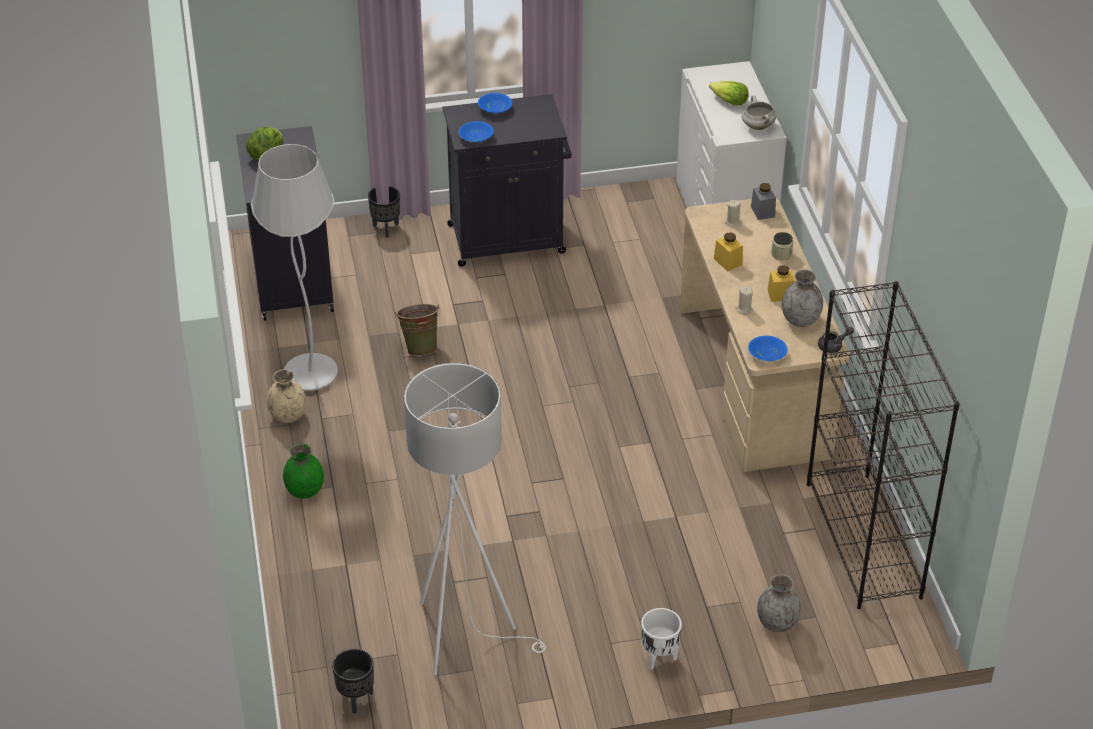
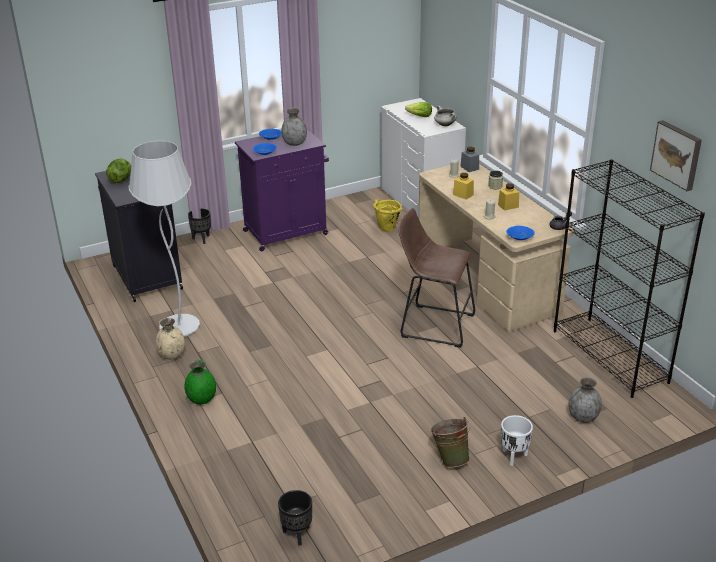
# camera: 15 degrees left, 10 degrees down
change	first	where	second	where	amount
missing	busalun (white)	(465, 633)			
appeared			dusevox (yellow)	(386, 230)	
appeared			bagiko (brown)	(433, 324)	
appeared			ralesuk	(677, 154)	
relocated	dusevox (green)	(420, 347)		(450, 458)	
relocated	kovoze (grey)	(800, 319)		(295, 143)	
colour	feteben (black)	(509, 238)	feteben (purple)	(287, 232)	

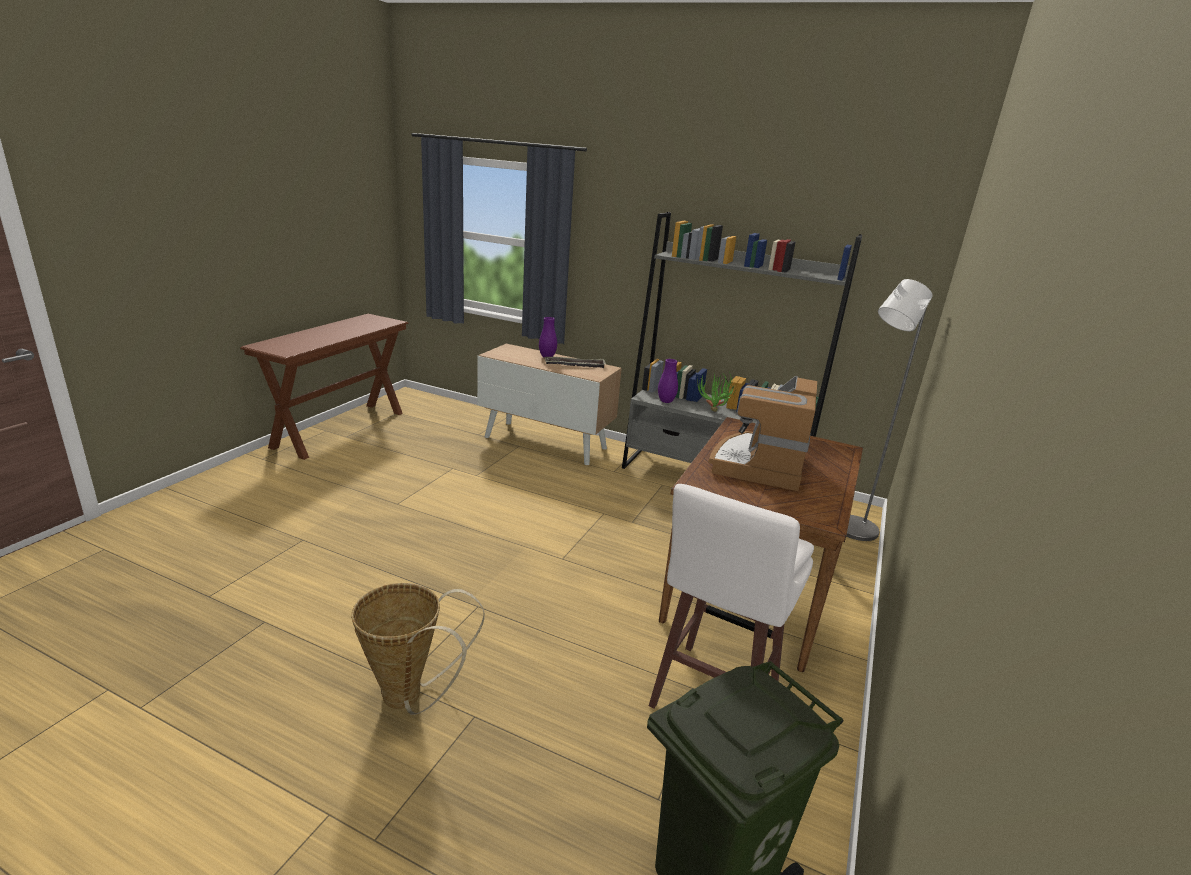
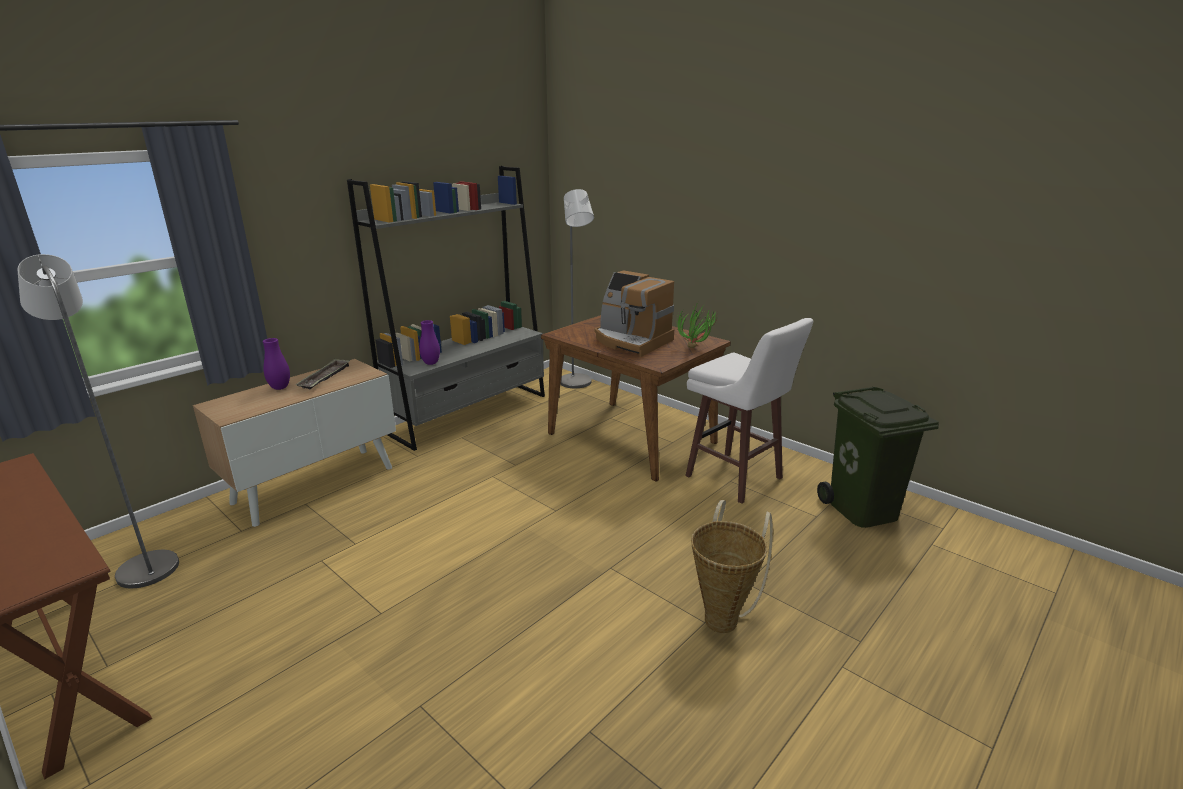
# camera: 70 degrees left, 0 degrees up
change	first	where	second	where	amount
appeared			busalun (grey)	(145, 565)	
relocated	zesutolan	(713, 413)		(696, 349)	

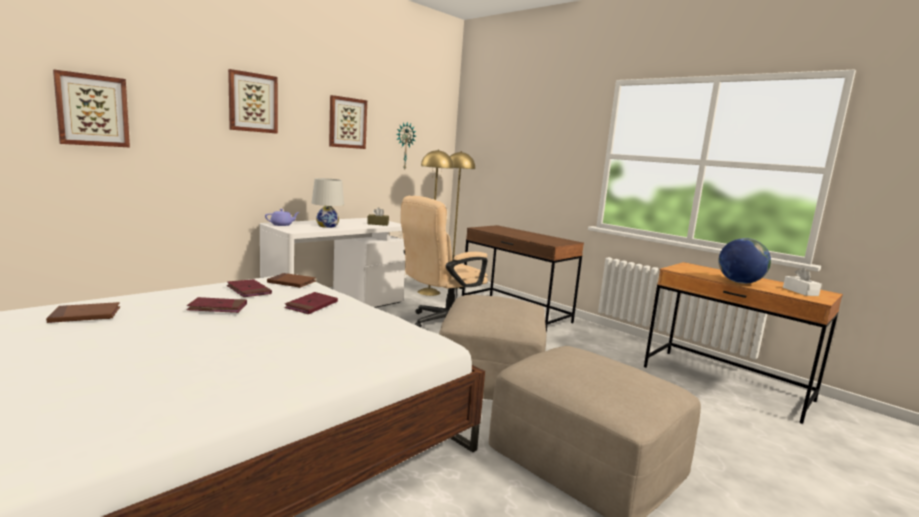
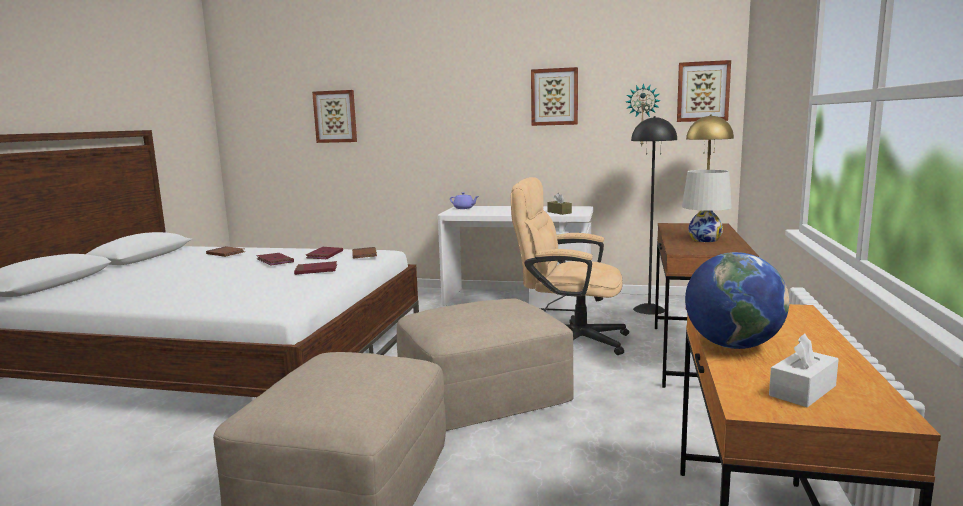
# camera: 60 degrees right, 0 degrees up
change	first	where	second	where	amount
relocated	ralesuk	(252, 102)		(703, 91)	
relocated	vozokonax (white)	(327, 226)		(705, 239)	
colour	busalun (yellow)	(428, 292)	busalun (black)	(649, 309)	

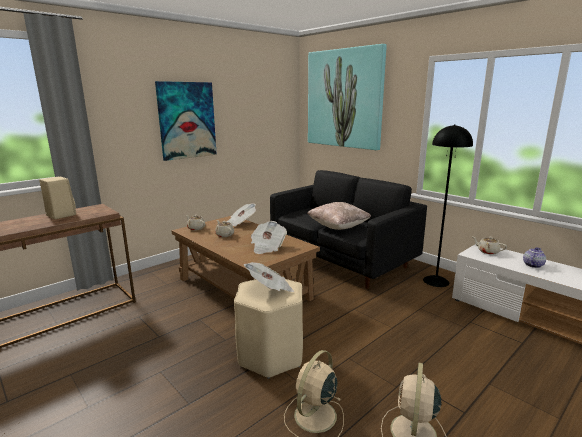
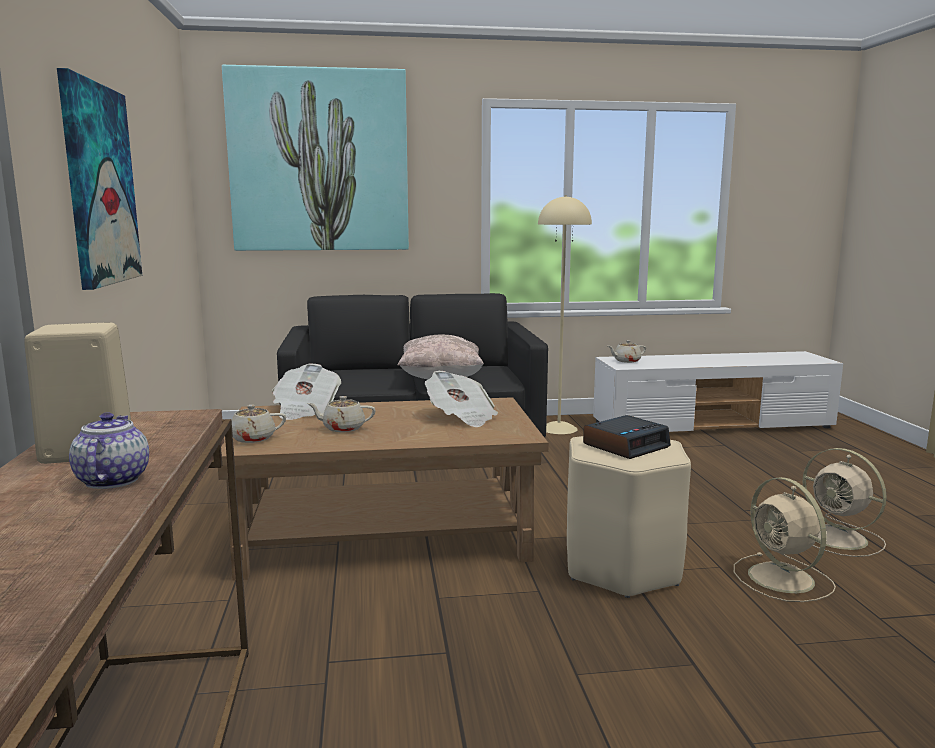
# camera: 55 degrees left, 5 degrees down
change	first	where	second	where	amount
relocated	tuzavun	(532, 265)		(112, 480)	
exchanged	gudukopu	(270, 289)	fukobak	(626, 445)	
colour	busalun (black)	(436, 281)	busalun (beige)	(559, 428)	

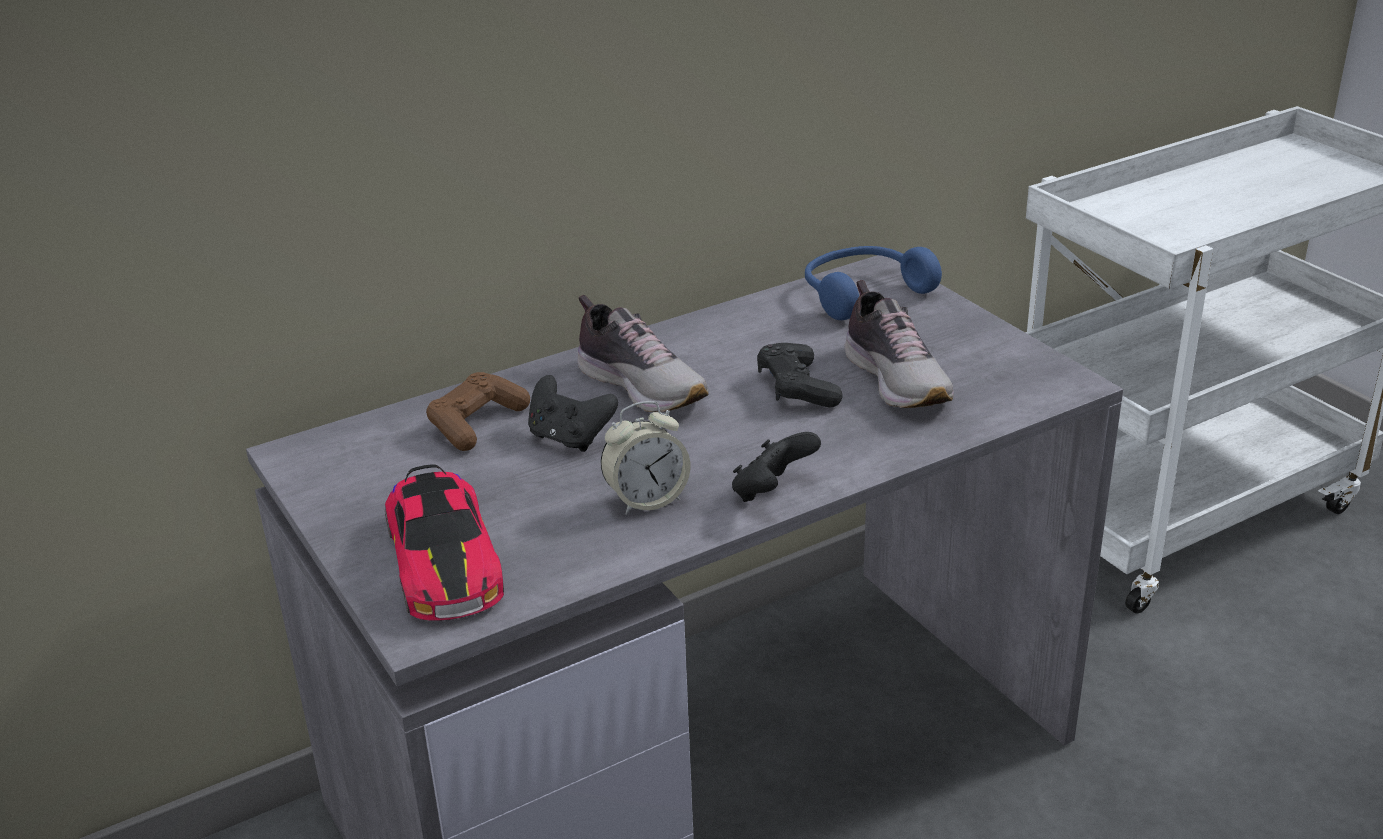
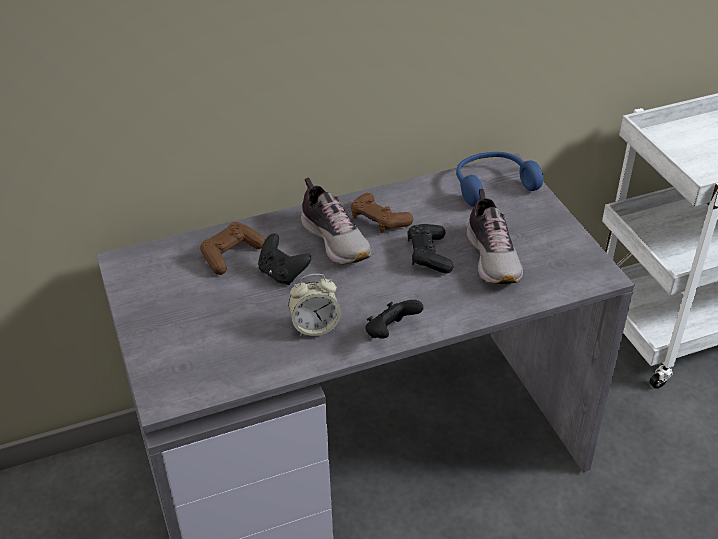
# camera: 10 degrees right, 10 degrees up
change	first	where	second	where	amount
missing	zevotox	(444, 561)			
appeared			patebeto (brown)	(379, 220)	

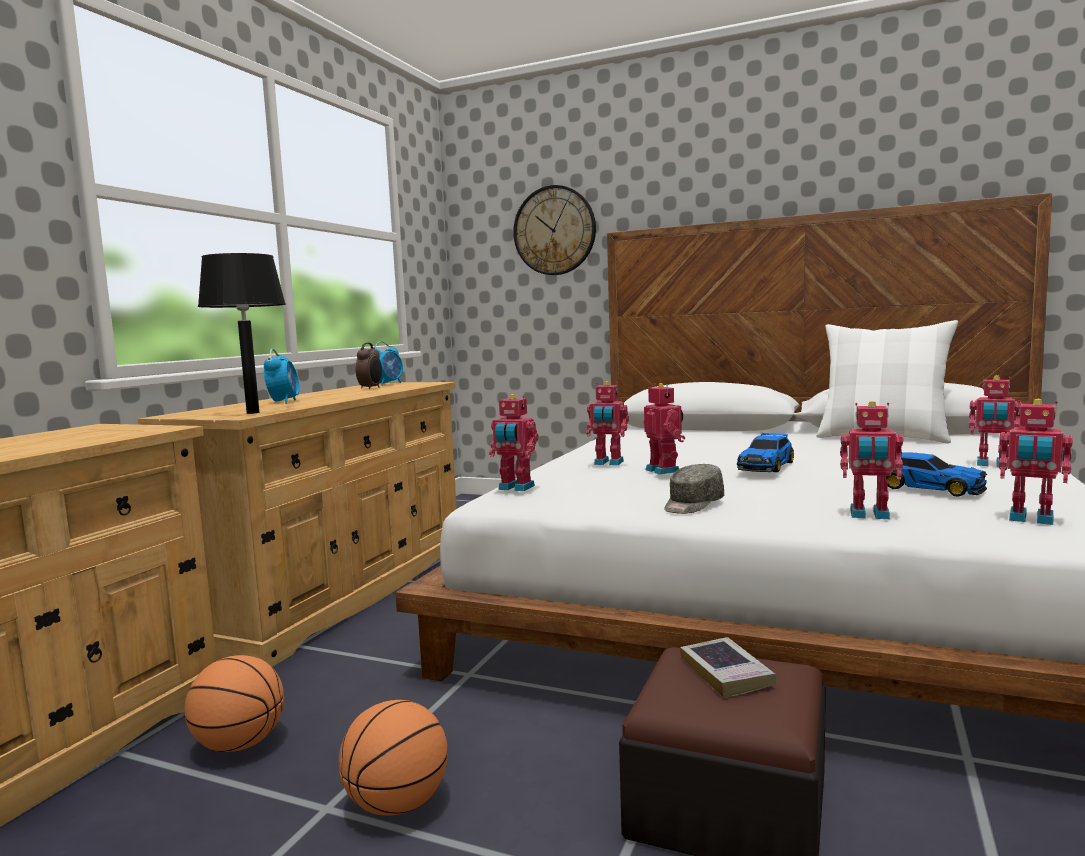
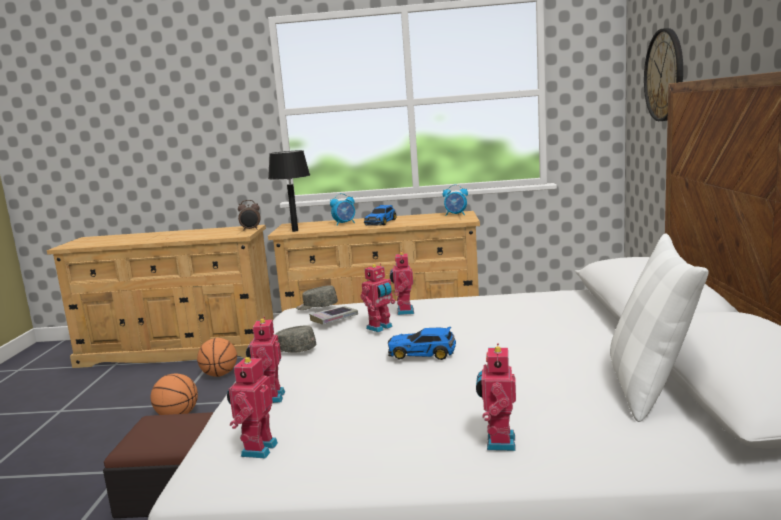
# camera: 70 degrees right, 5 degrees up
change	first	where	second	where	amount
relocated	fukobak	(371, 388)		(251, 229)	
relocated	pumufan	(726, 673)		(334, 319)	
relocated	zevotox	(930, 488)		(381, 222)	
exchanged	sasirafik	(515, 488)	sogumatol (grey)	(317, 307)	

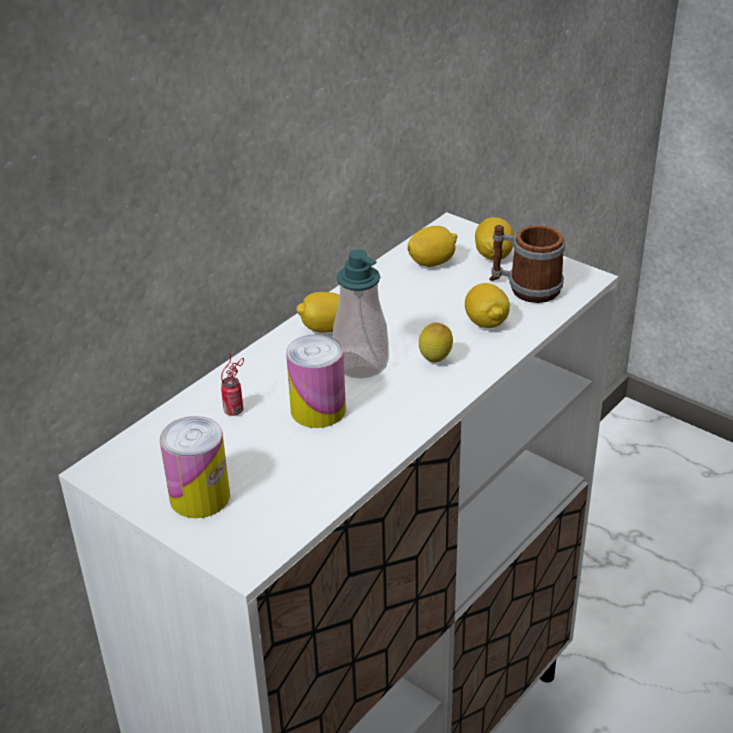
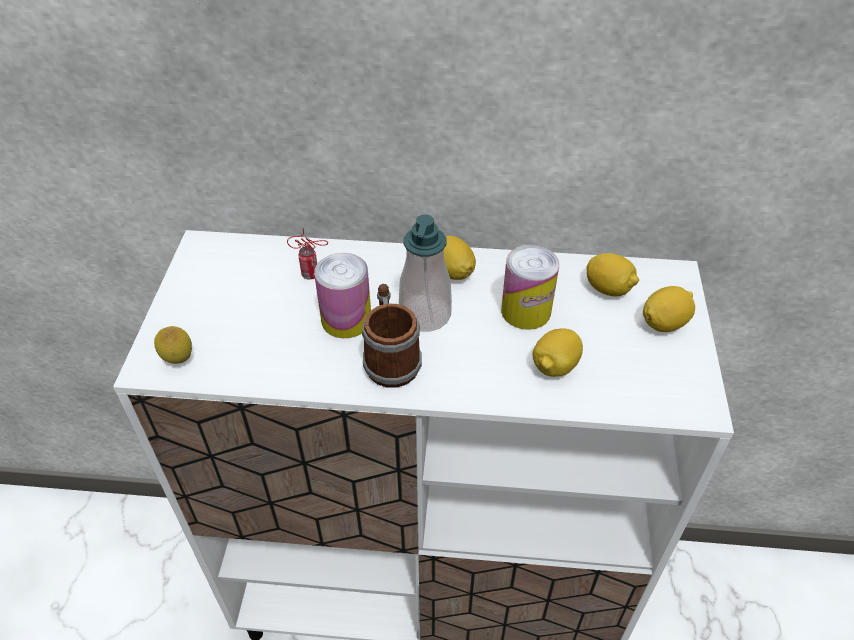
# camera: 55 degrees right, 10 degrees up
change	first	where	second	where	amount
relocated	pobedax	(200, 497)		(526, 311)	
relocated	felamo	(435, 361)		(179, 361)	
relocated	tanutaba	(525, 288)		(391, 359)	

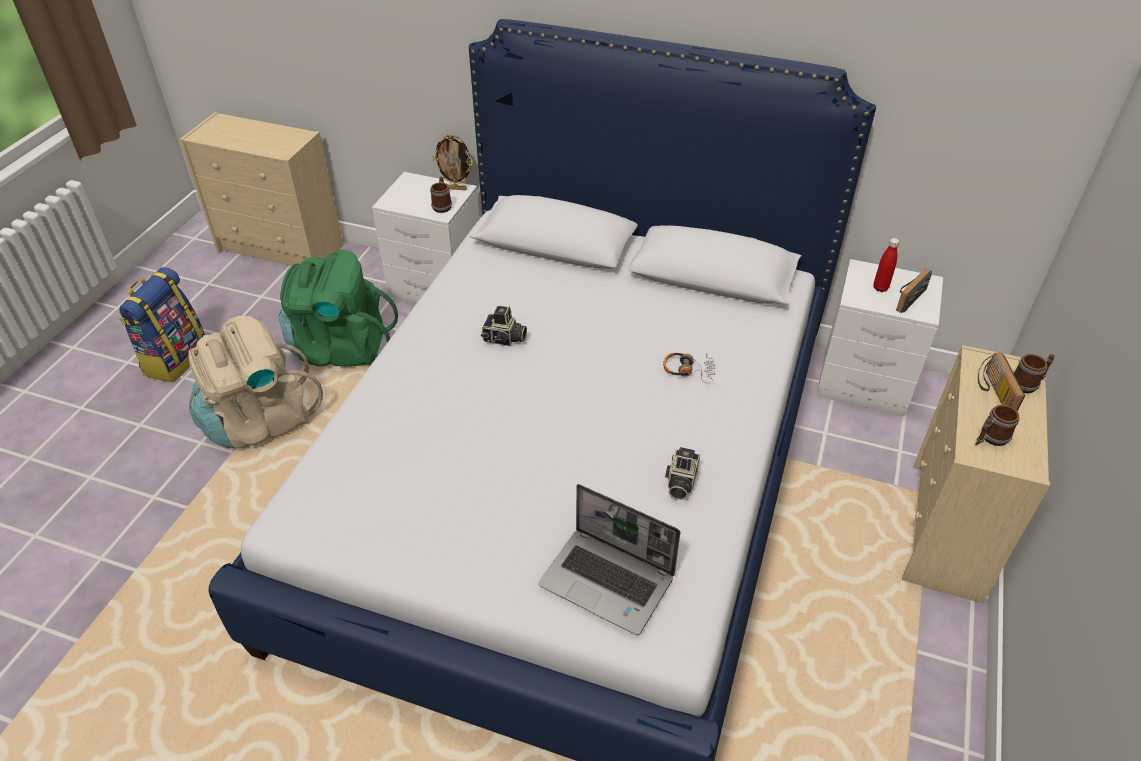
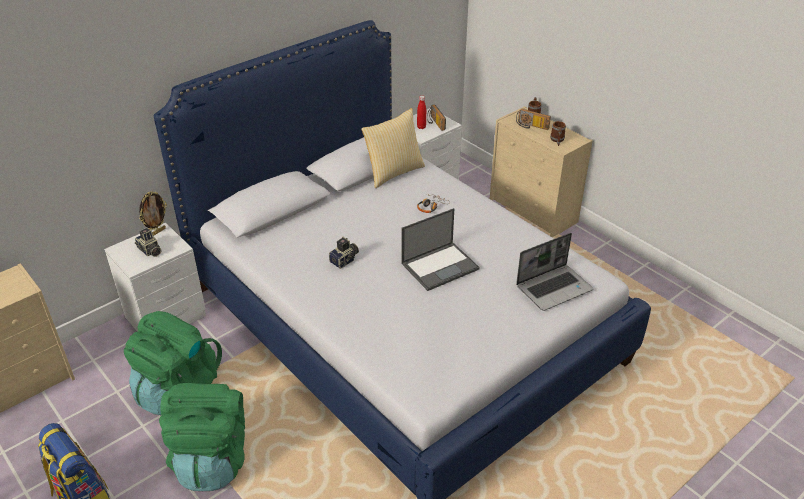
# camera: 60 degrees left, 5 degrees down
change	first	where	second	where	amount
missing	tanutaba	(442, 205)			
appeared			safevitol	(393, 172)	
appeared			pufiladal	(440, 266)	
relocated	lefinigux	(680, 482)		(149, 251)	
colour	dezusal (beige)	(260, 421)	dezusal (green)	(212, 459)	

